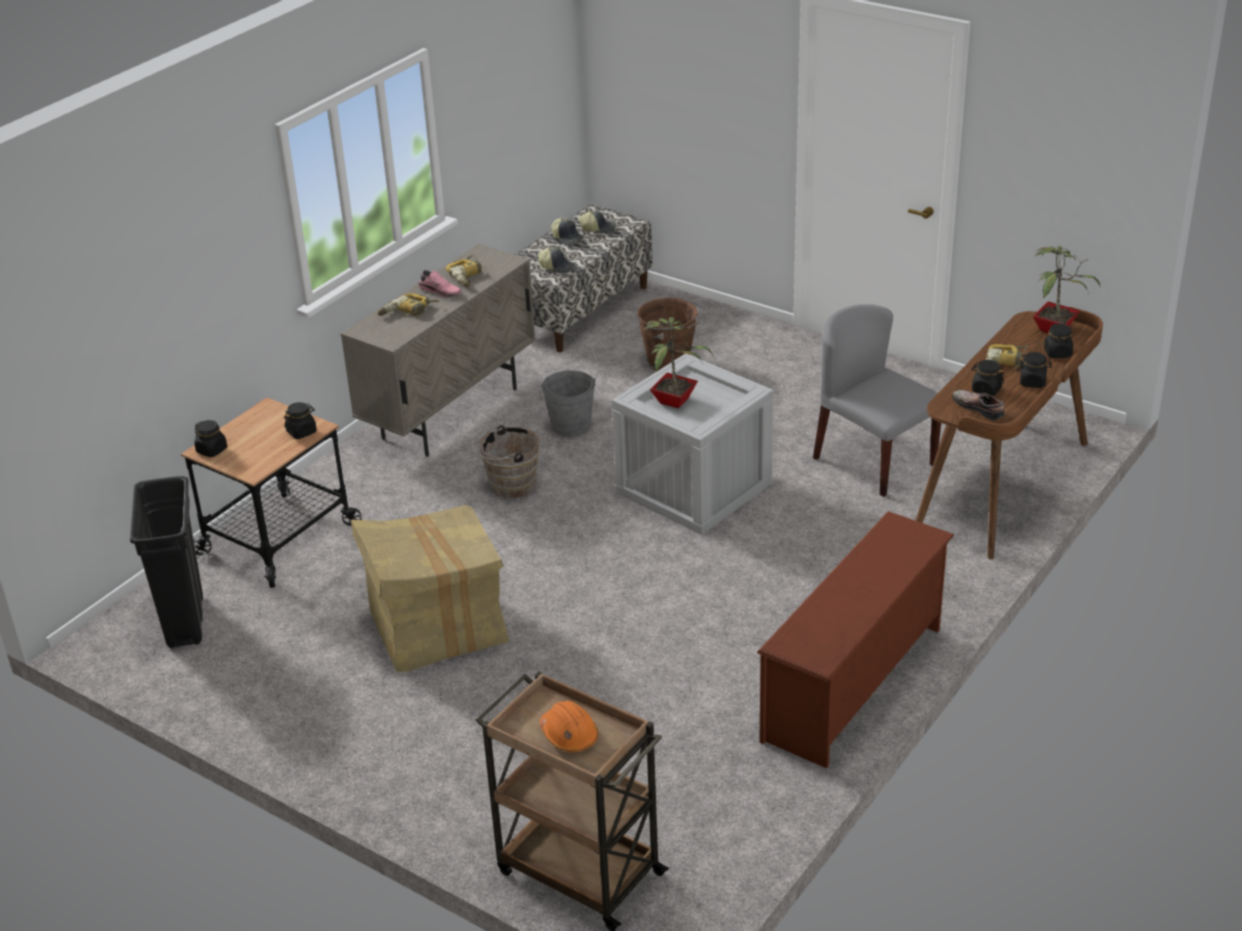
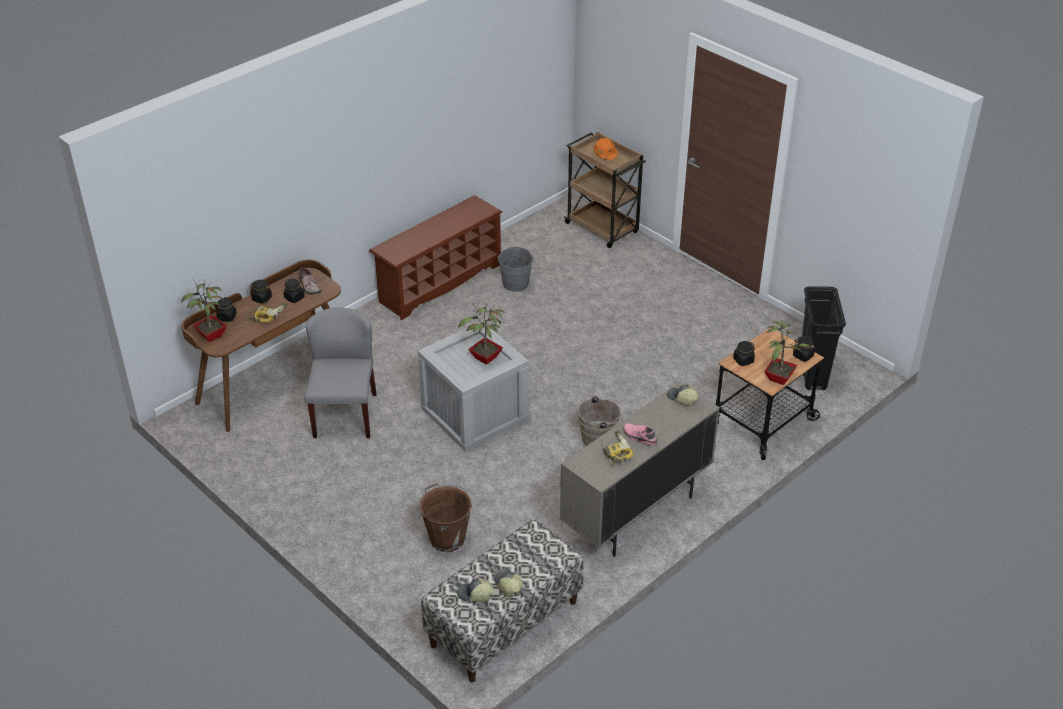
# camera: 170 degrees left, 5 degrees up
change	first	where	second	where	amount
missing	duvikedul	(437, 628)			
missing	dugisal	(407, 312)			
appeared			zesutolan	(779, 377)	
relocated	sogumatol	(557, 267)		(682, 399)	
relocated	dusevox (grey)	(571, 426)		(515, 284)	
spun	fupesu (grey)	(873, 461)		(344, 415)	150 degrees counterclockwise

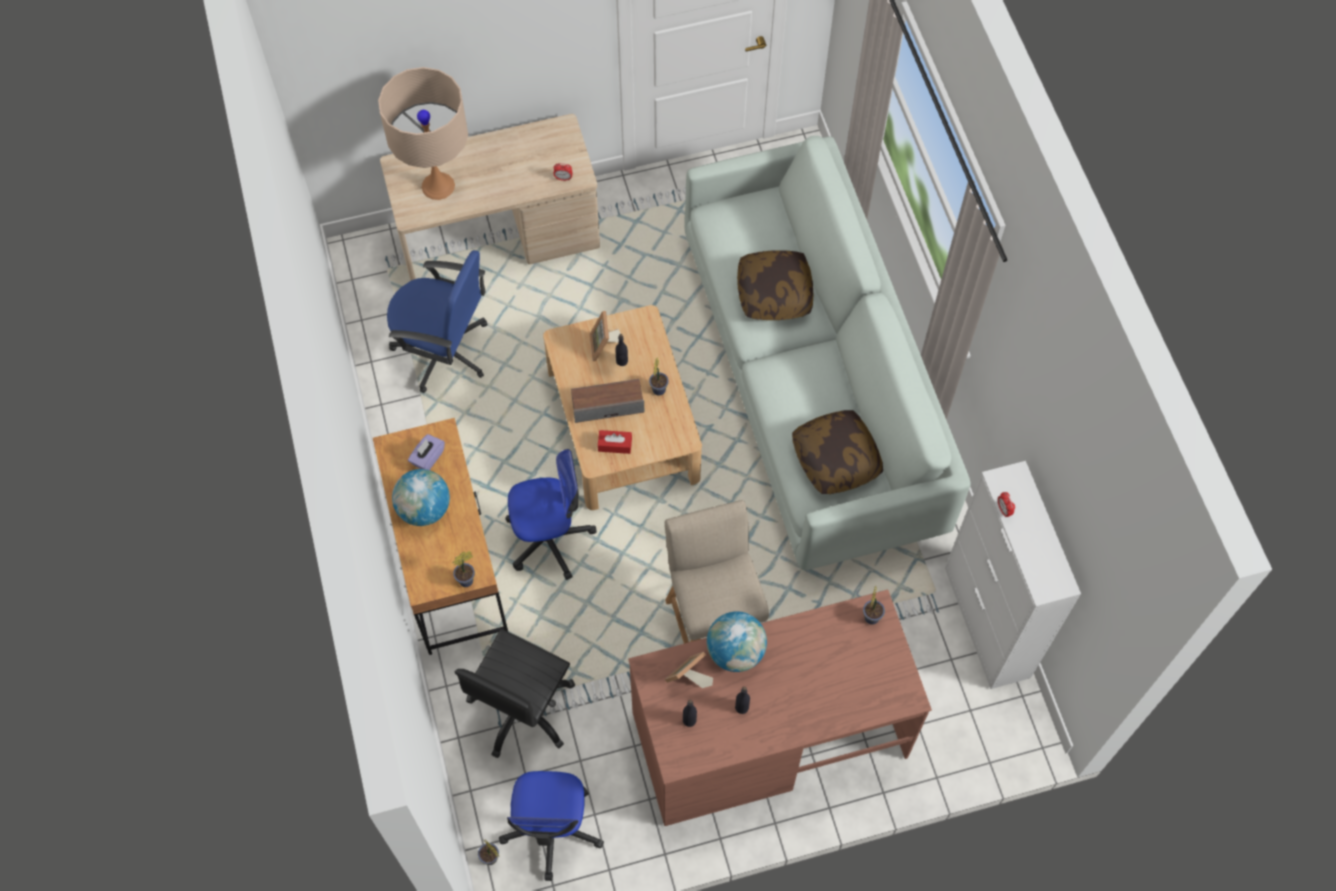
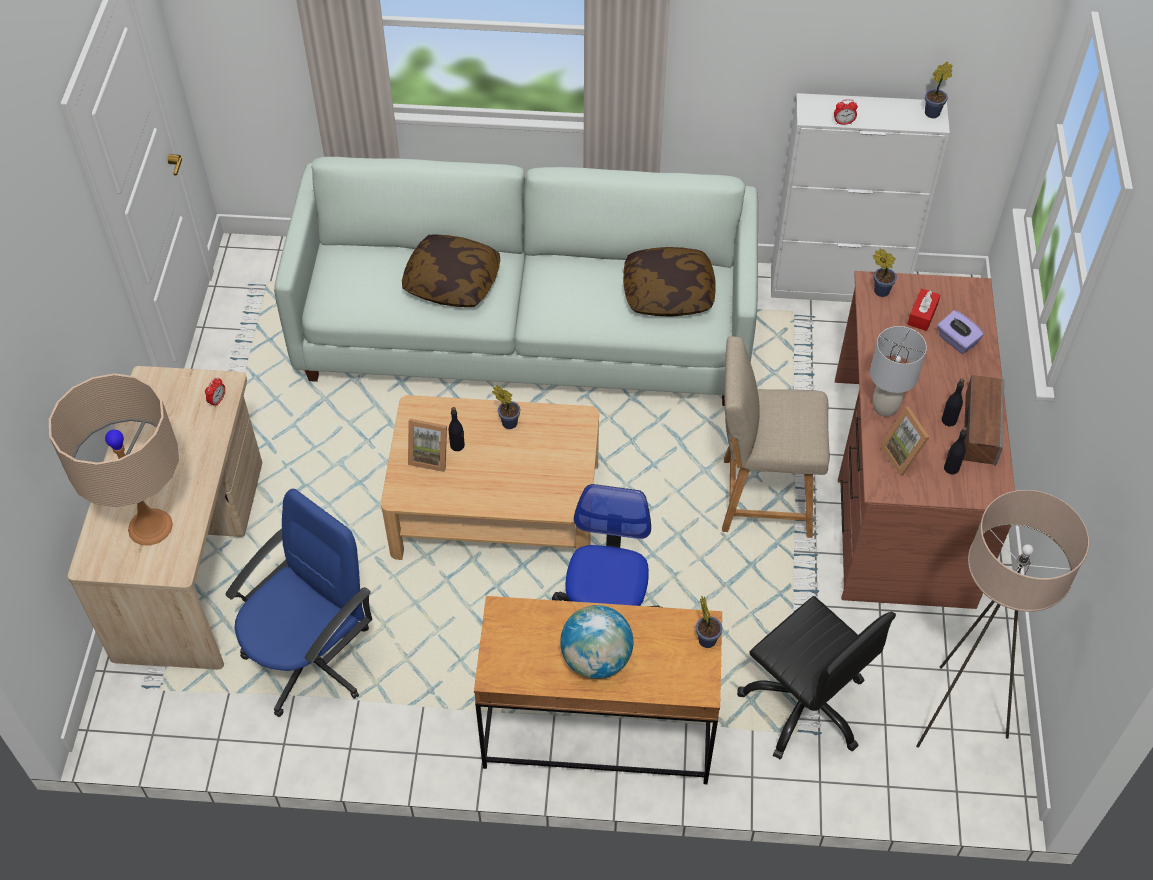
# camera: 70 degrees left, 10 degrees down
change	first	where	second	where	amount
relocated	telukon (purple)	(427, 458)		(956, 341)	
relocated	zesutolan	(491, 859)		(934, 113)	
relocated	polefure	(607, 406)		(979, 428)	
relocated	telukon (red)	(615, 445)		(922, 315)	
exchanged	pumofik	(552, 829)	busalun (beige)	(955, 715)	
exchanged	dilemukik	(735, 651)	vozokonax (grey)	(885, 407)	

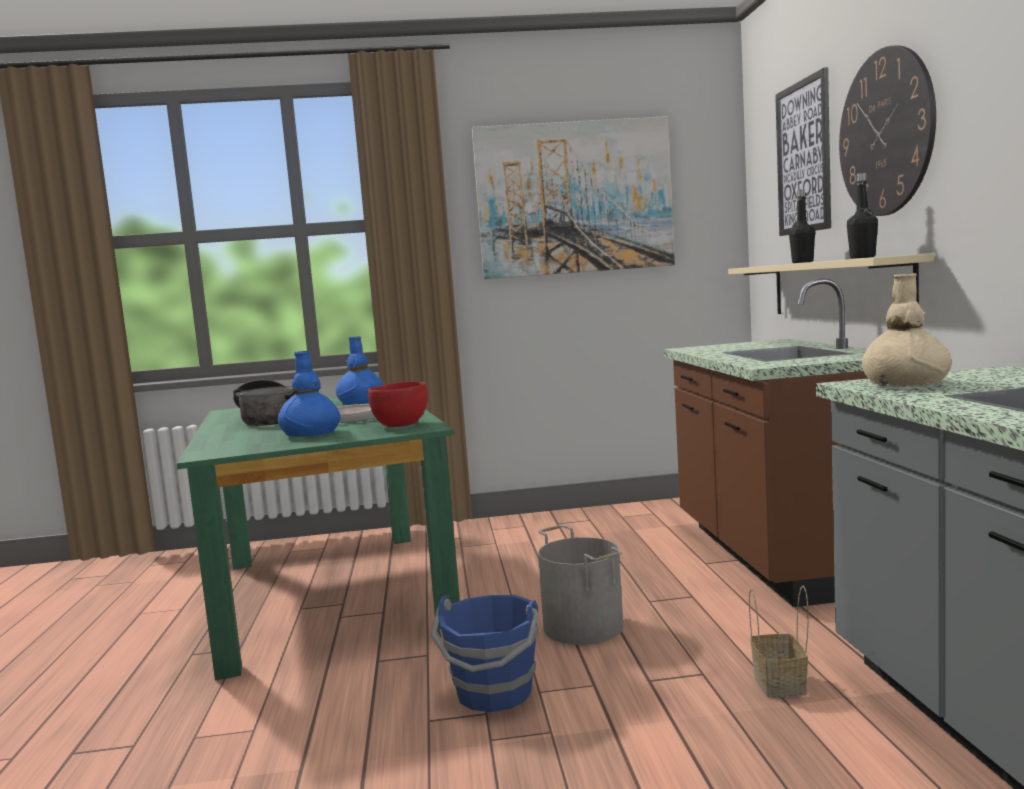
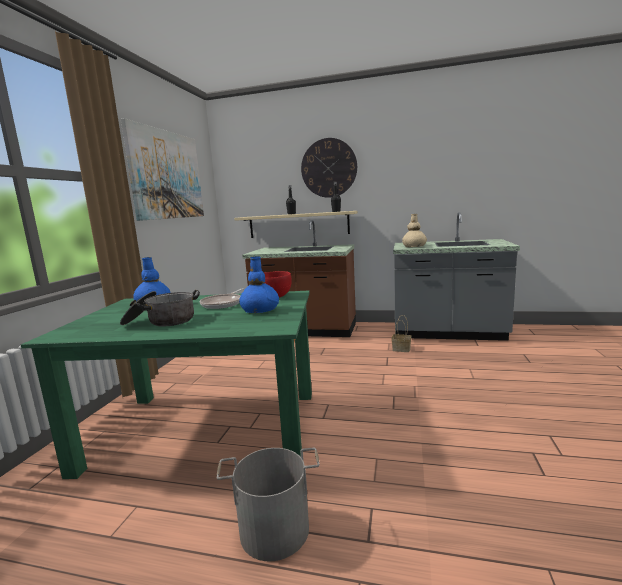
# camera: 70 degrees left, 5 degrees up
change	first	where	second	where	amount
missing	dusevox (blue)	(494, 693)			
missing	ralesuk	(803, 157)			
relocated	dusevox (grey)	(582, 627)		(274, 530)	

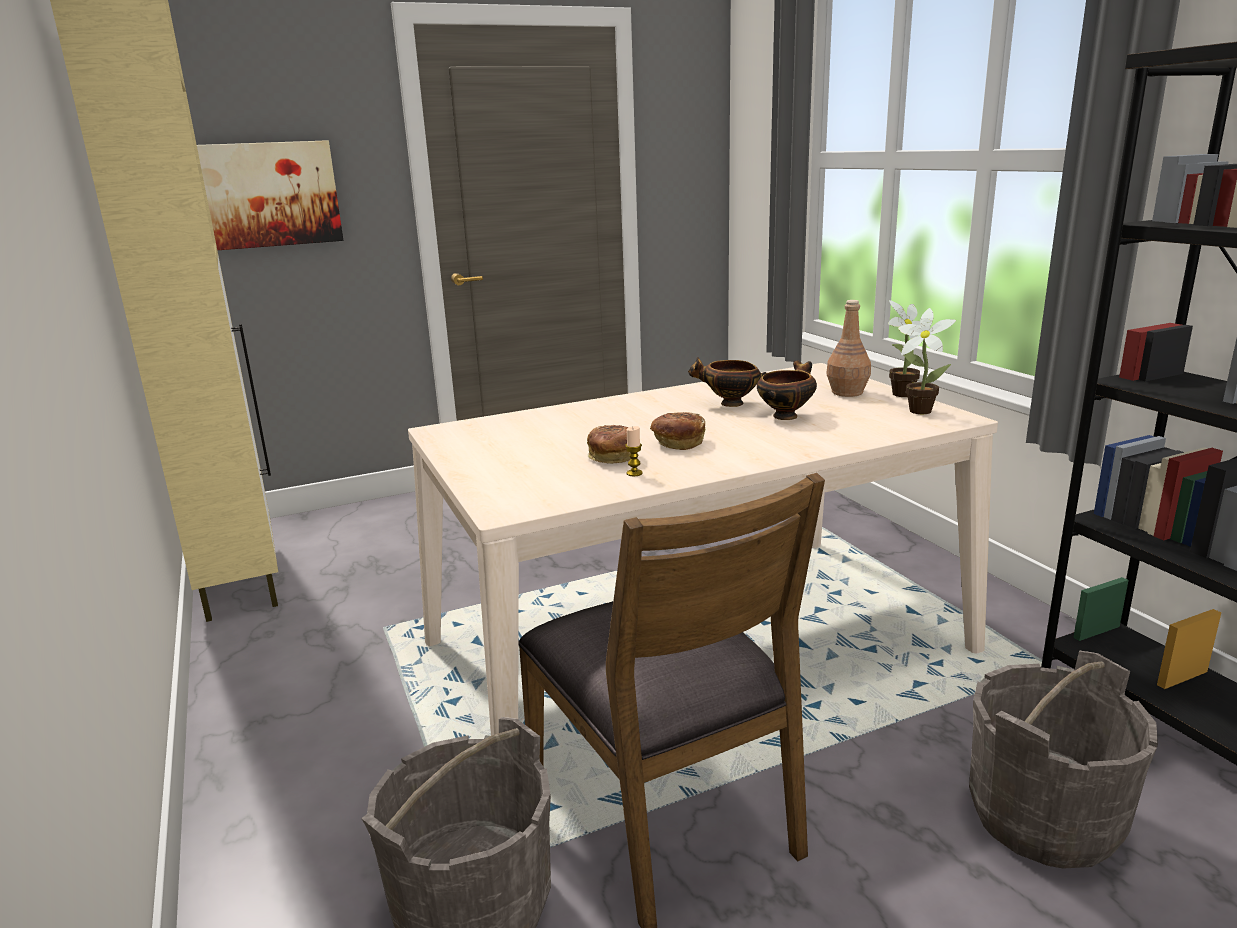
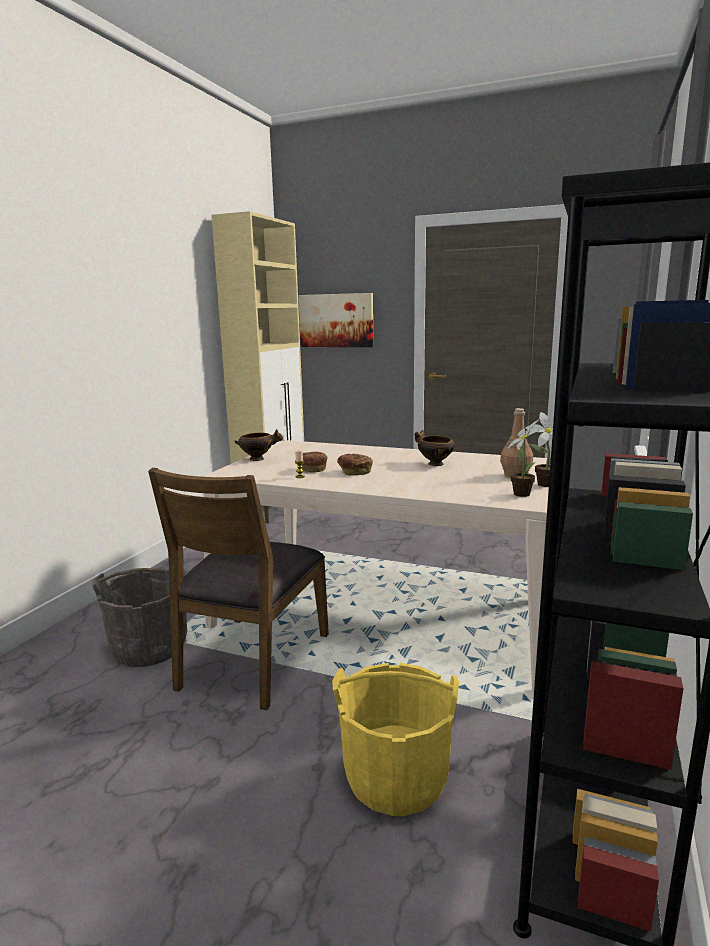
# camera: 45 degrees right, 5 degrees down
change	first	where	second	where	amount
relocated	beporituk	(786, 416)		(258, 459)	
colour	dusevox (grey)	(1043, 817)	dusevox (yellow)	(396, 777)	

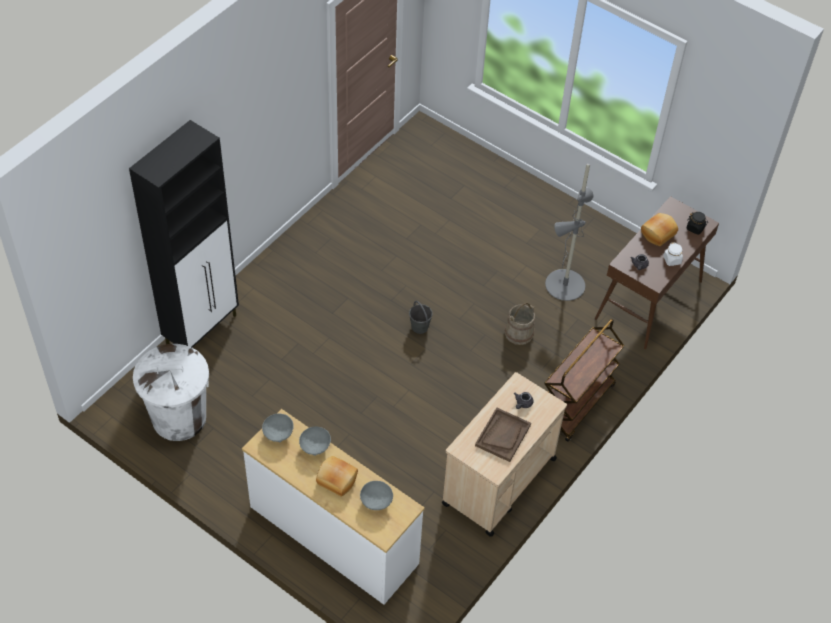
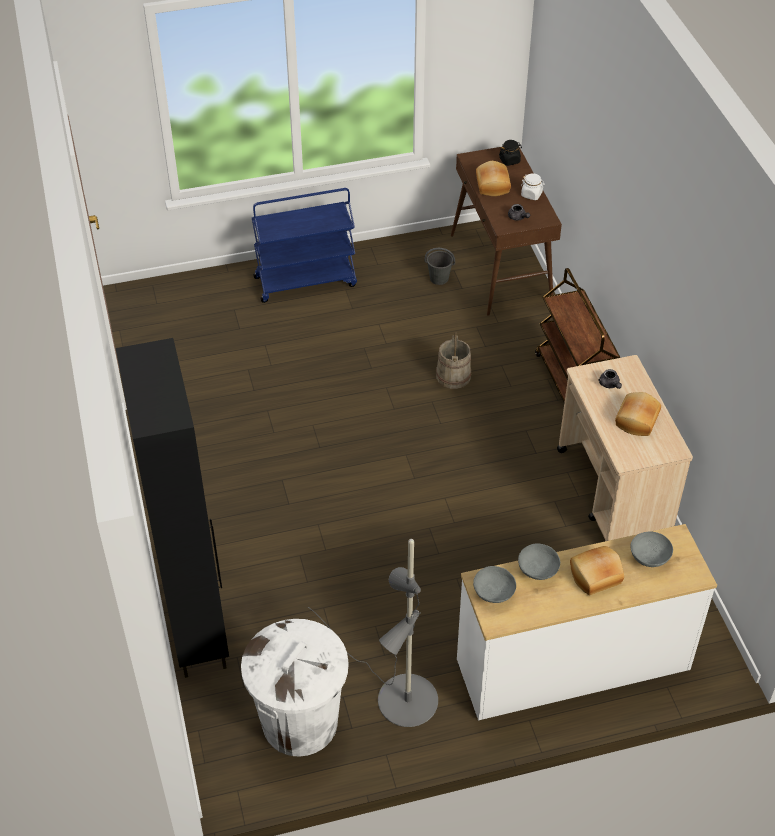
# camera: 50 degrees left, 5 degrees down
change	first	where	second	where	amount
appeared			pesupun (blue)	(306, 281)	
relocated	dusevox (grey)	(420, 327)		(439, 278)	
relocated	busalun (grey)	(565, 277)		(397, 691)	
exchanged	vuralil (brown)	(502, 435)	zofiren	(635, 420)	

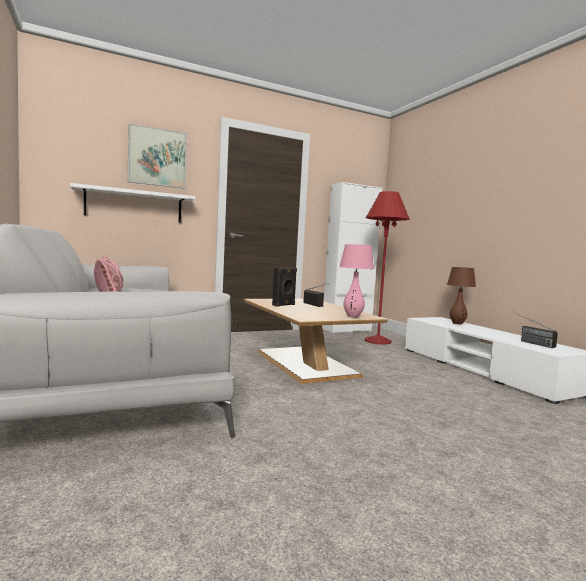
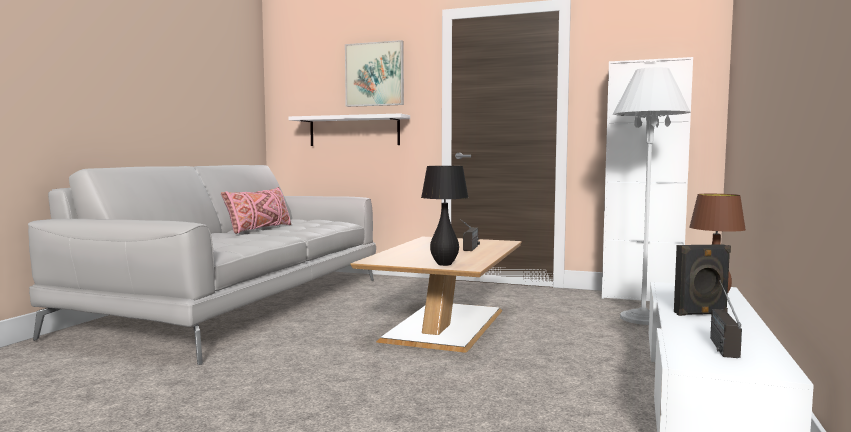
# camera: 45 degrees right, 0 degrees up
change	first	where	second	where	amount
relocated	polefure (black)	(284, 305)		(701, 314)	
colour	vozokonax (pink)	(353, 316)	vozokonax (black)	(444, 264)	
colour	busalun (red)	(377, 341)	busalun (white)	(643, 318)	

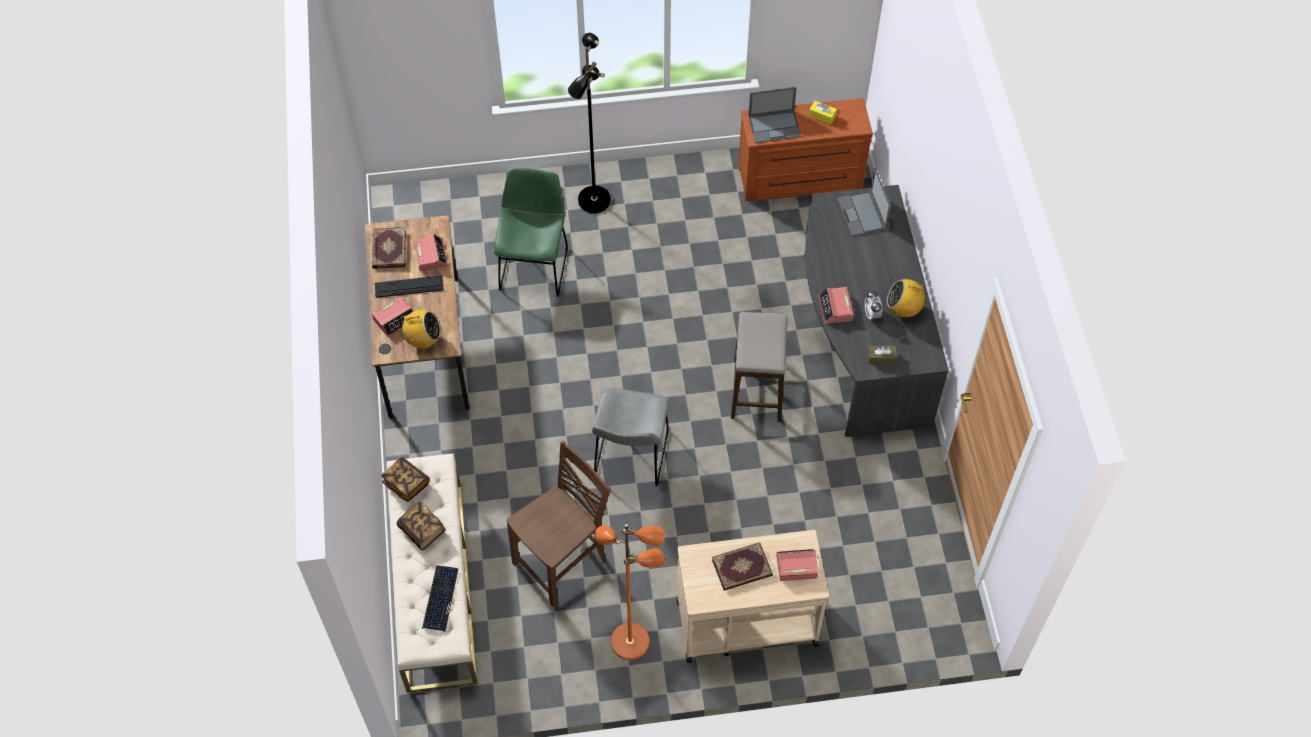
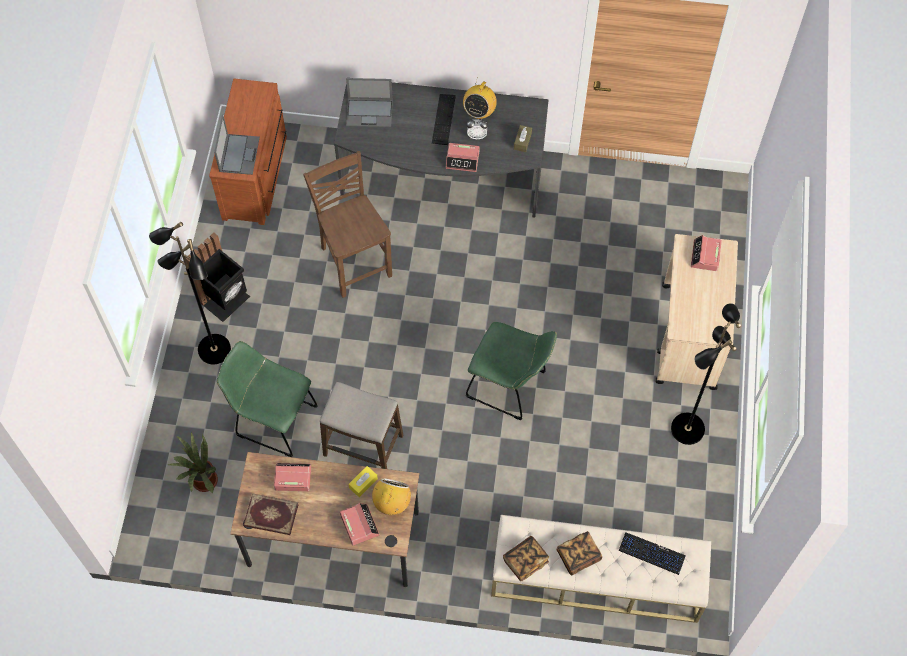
# camera: 75 degrees left, 5 degrees up
change	first	where	second	where	amount
missing	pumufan	(742, 568)			
appeared			zesutolan	(202, 480)	
appeared			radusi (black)	(226, 300)	
relocated	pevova	(409, 286)		(443, 119)	
relocated	fupesu (brown)	(563, 563)		(355, 261)	
relocated	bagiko	(757, 390)		(363, 445)	
relocated	telukon (yellow)	(822, 116)		(363, 483)	
colour	fupesu (grey)	(630, 458)	fupesu (green)	(510, 386)	
colour	busalun (orange)	(630, 640)	busalun (black)	(686, 428)	

